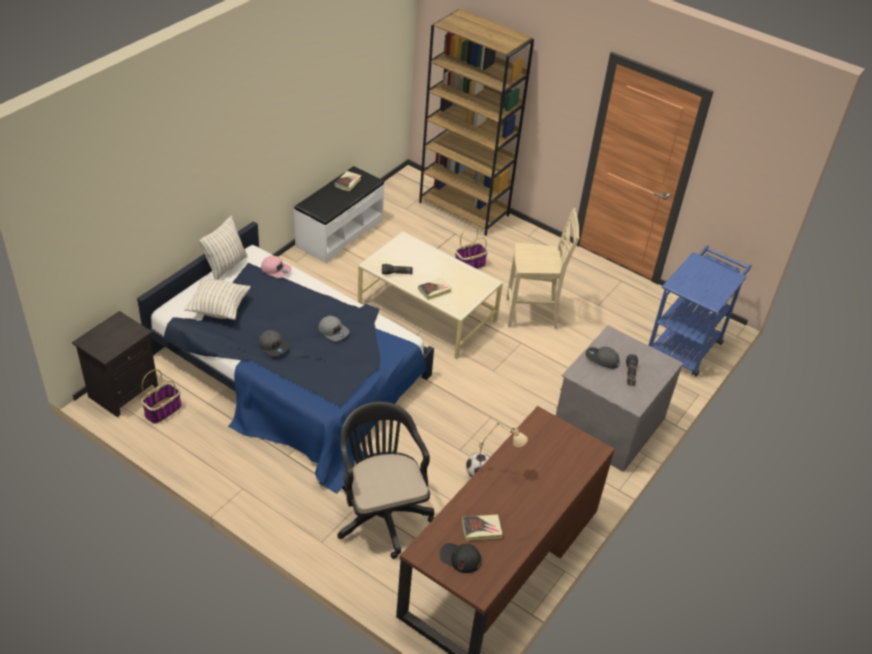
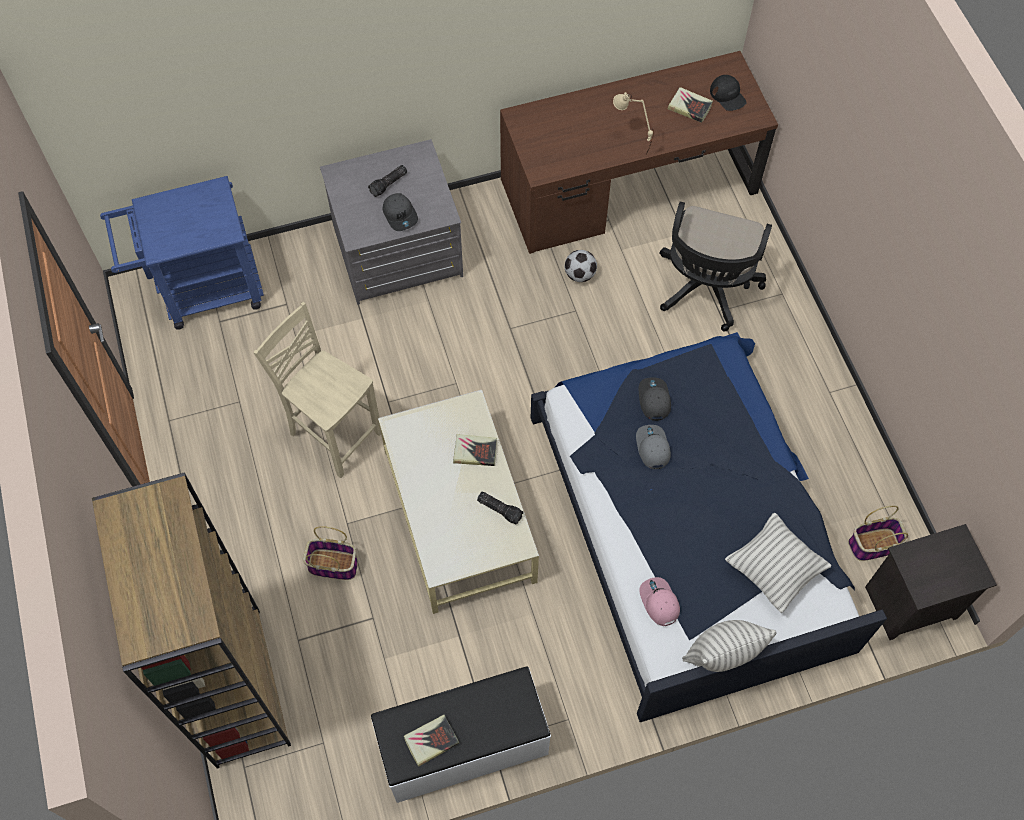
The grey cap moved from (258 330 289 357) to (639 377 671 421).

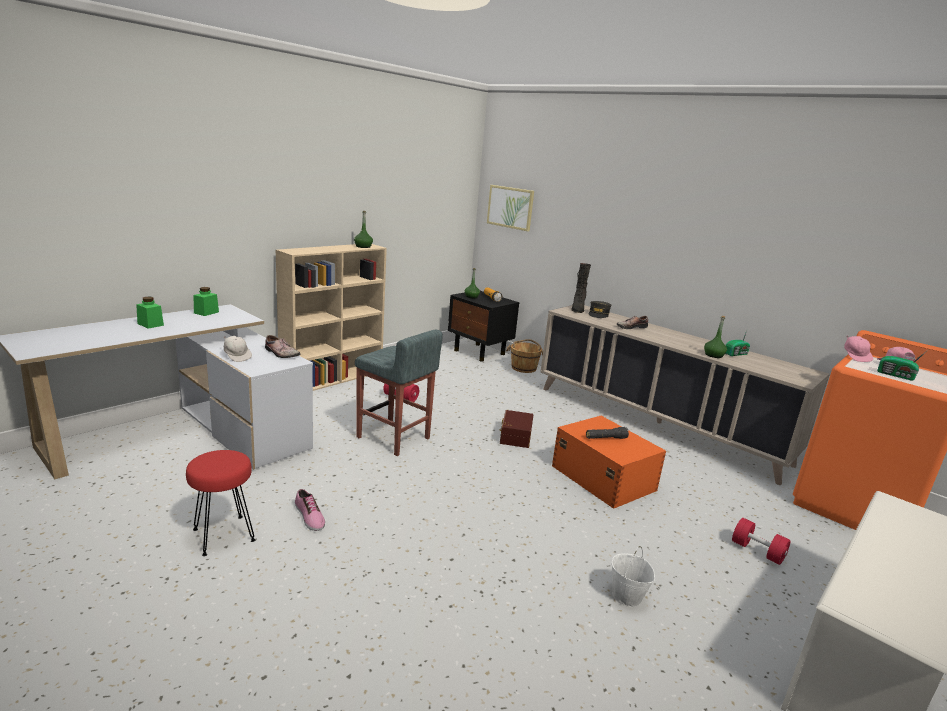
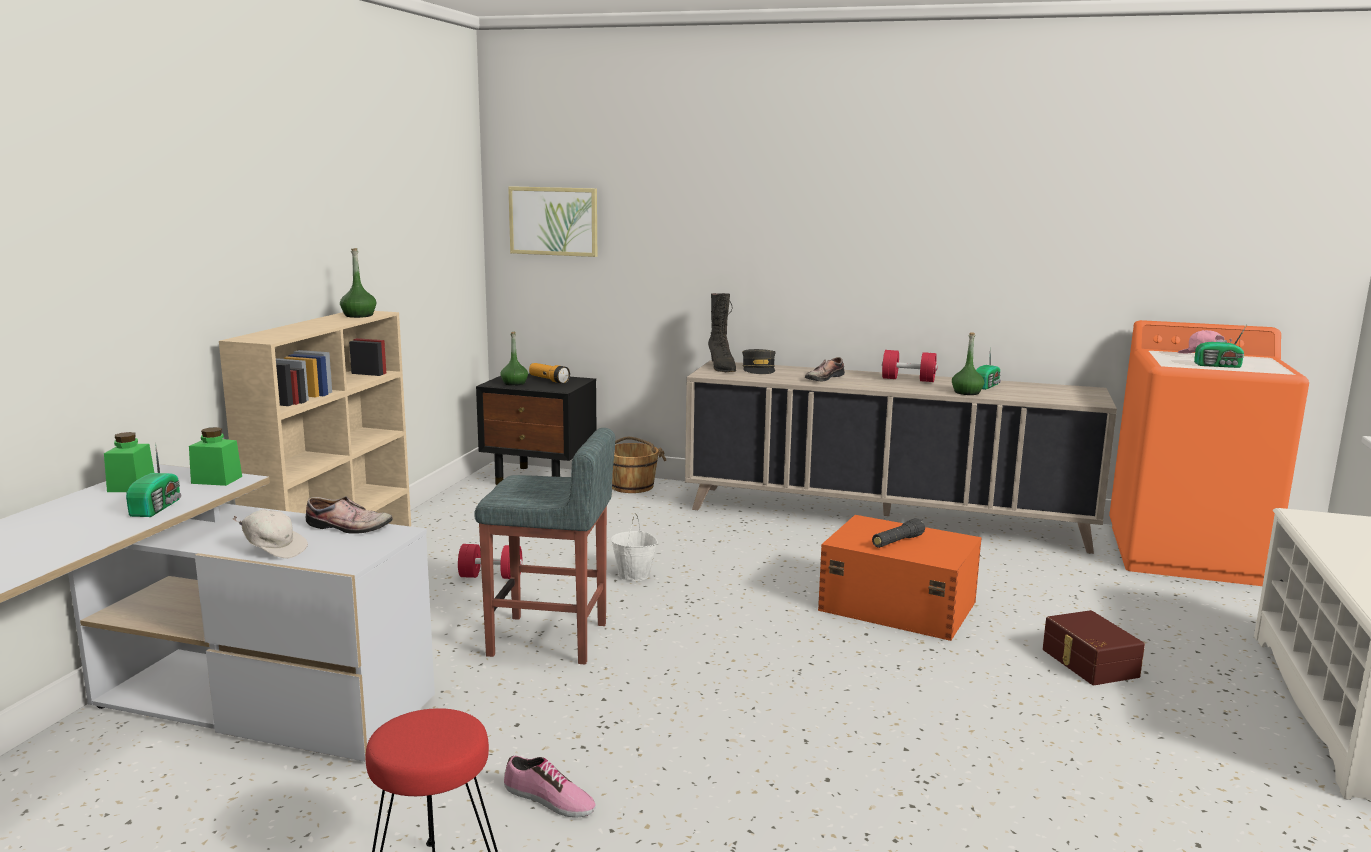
The pink cap at (844 335 873 362) disappeared. The radio at (126 443 181 517) appeared. The green jar moved from (136 297 164 329) to (189 427 242 486). The brown storage box moved from (500 410 533 448) to (1043 610 1145 685). The white bucket moved from (611 546 655 607) to (611 513 658 581). The red dumbbell moved from (732 518 791 565) to (882 350 937 382).

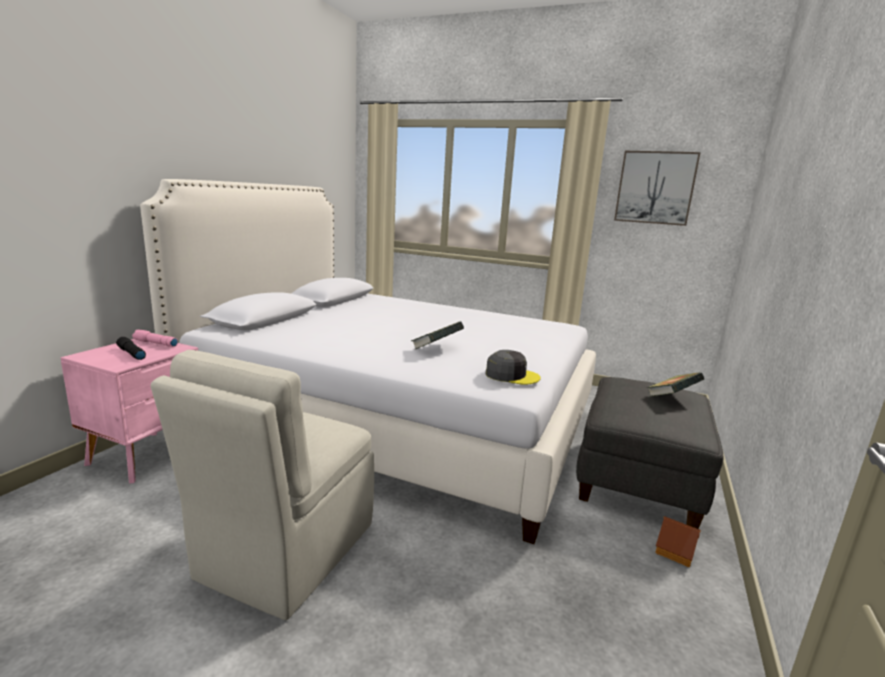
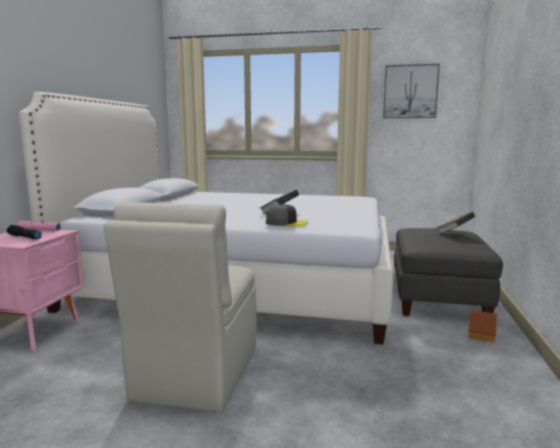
The grey cap moved from (486 350 541 385) to (266 204 308 226).

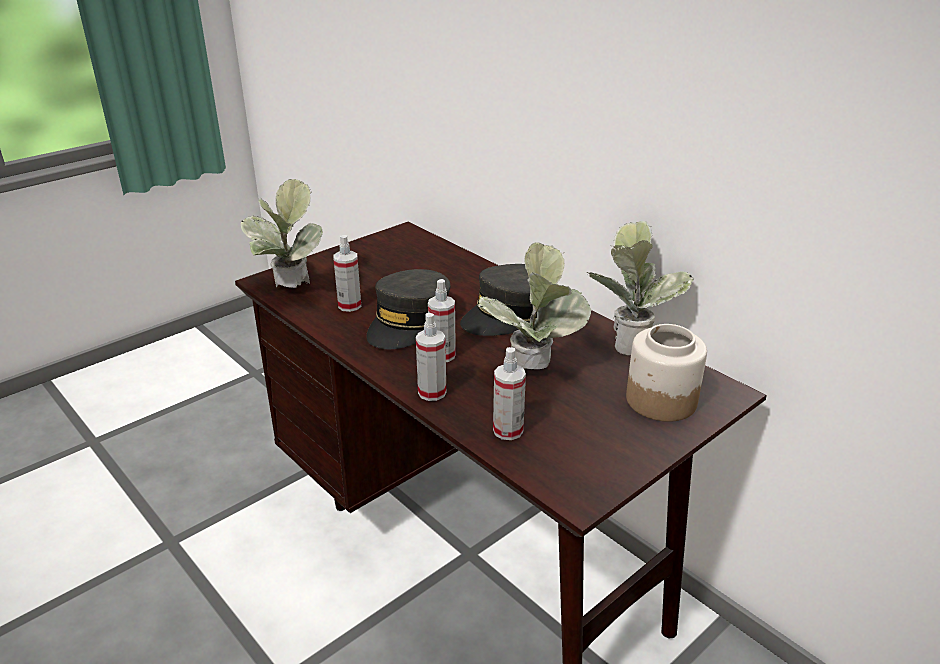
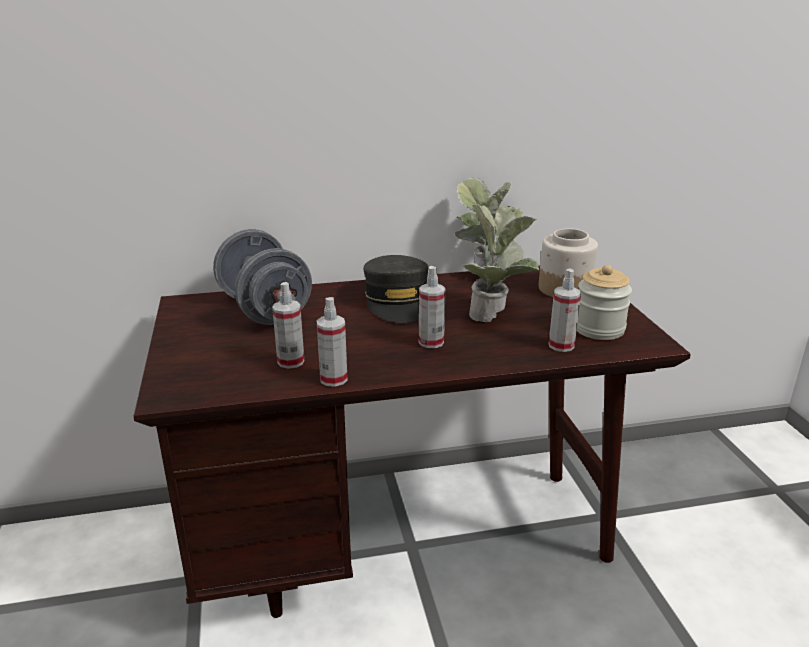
The potted plant at (241 179 323 288) disappeared. The grey cap at (367 269 451 349) disappeared. The grey dumbbell at (213 229 312 325) appeared. The jar at (577 265 632 340) appeared. The spray bottle moved from (416 313 446 401) to (317 297 348 387).

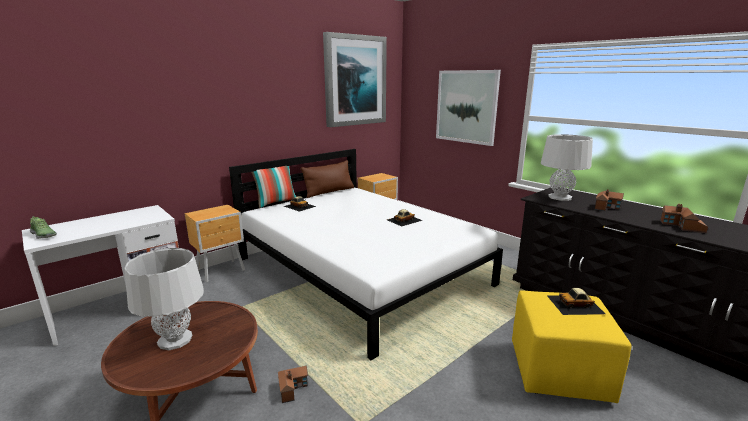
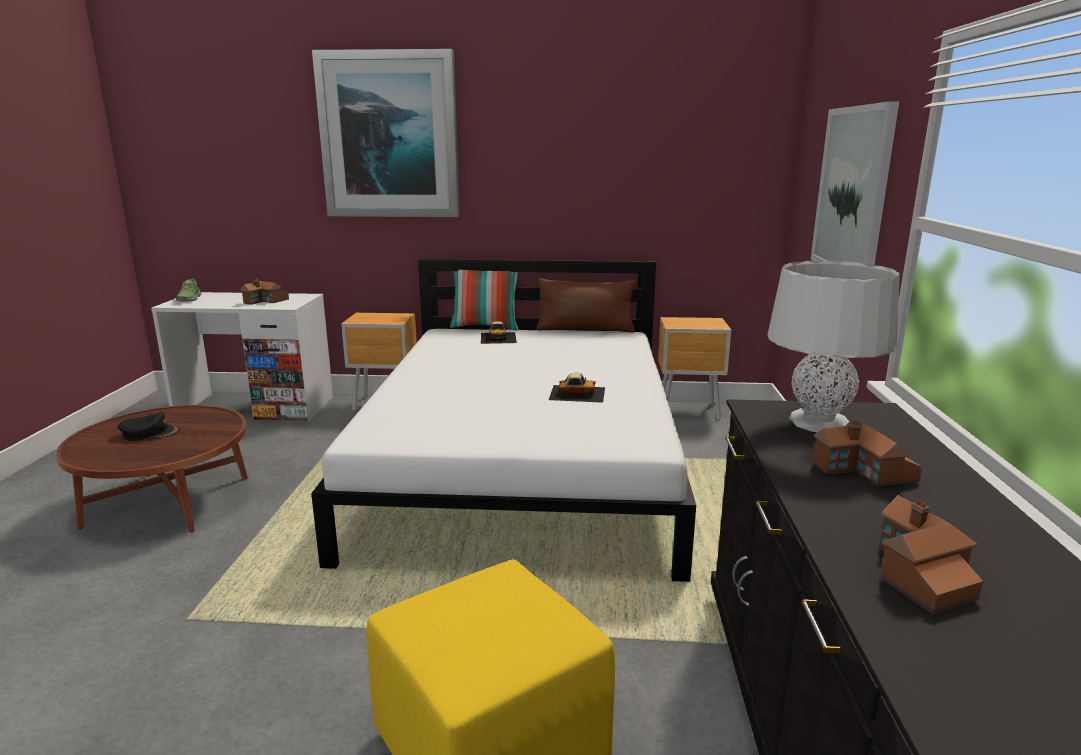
The toy car at (547 288 605 315) disappeared. The toy house moved from (278 366 308 403) to (241 278 289 305). The picture moved from (323 32 387 127) to (312 49 460 217). The grey table lamp at (124 248 204 350) was replaced by the black cap at (117 412 180 441).

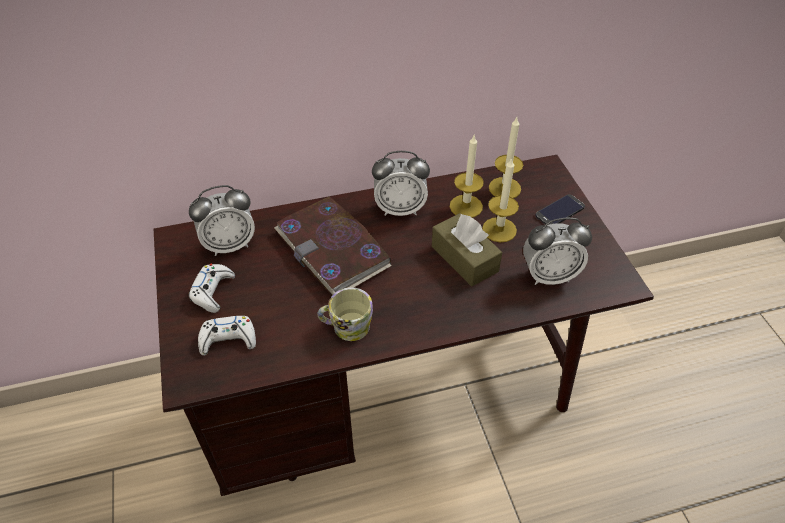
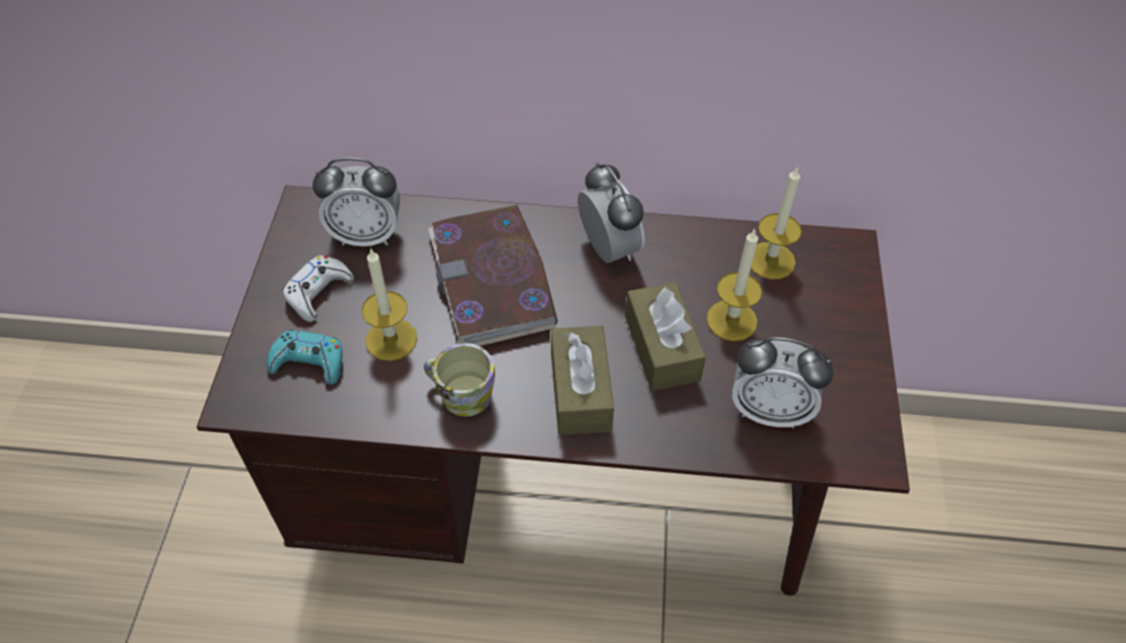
The phone at (536 194 585 225) disappeared. The brown tissue box at (551 326 614 435) appeared. The candle moved from (450 134 484 218) to (361 249 417 361). The white game controller at (198 315 256 356) became the turquoise game controller at (267 330 343 385). The alarm clock at (372 151 430 216) turned 135 degrees counterclockwise.

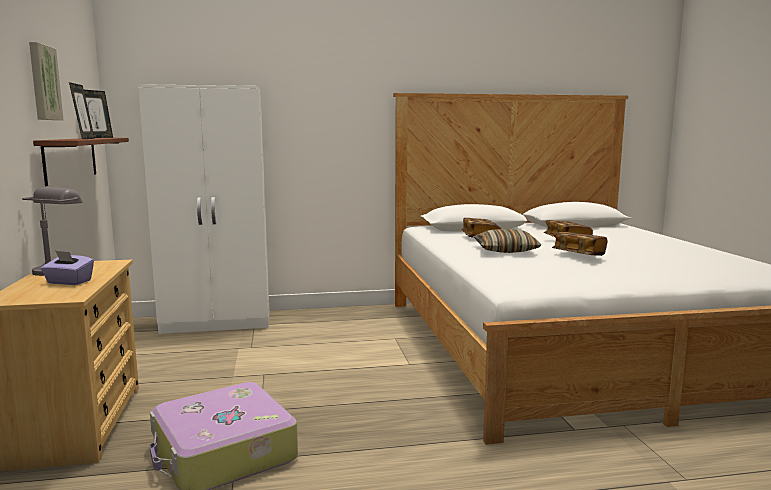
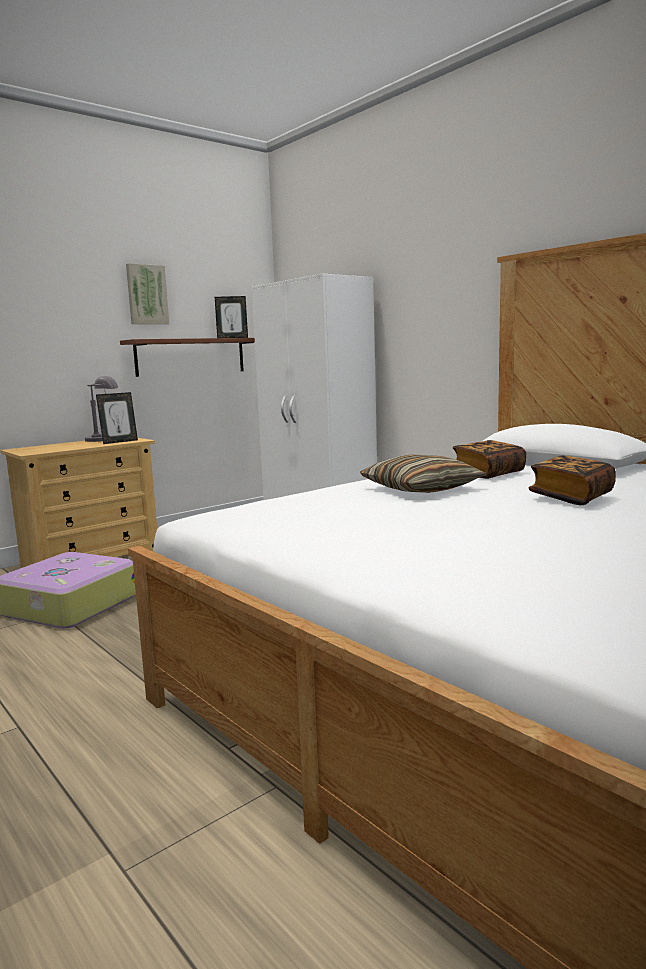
The purple tissue box at (41 251 94 285) disappeared. The book at (552 232 607 256) disappeared. The picture frame moved from (69 82 95 139) to (96 392 138 444).

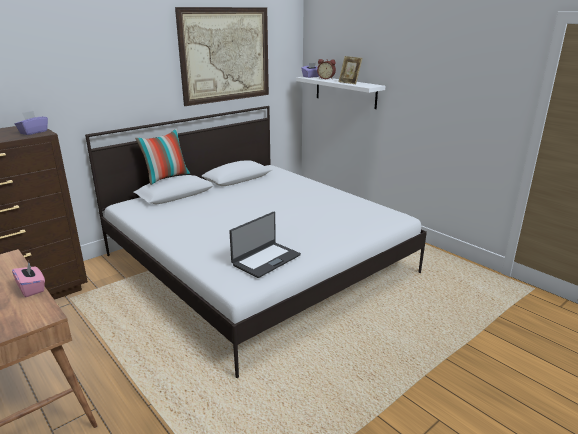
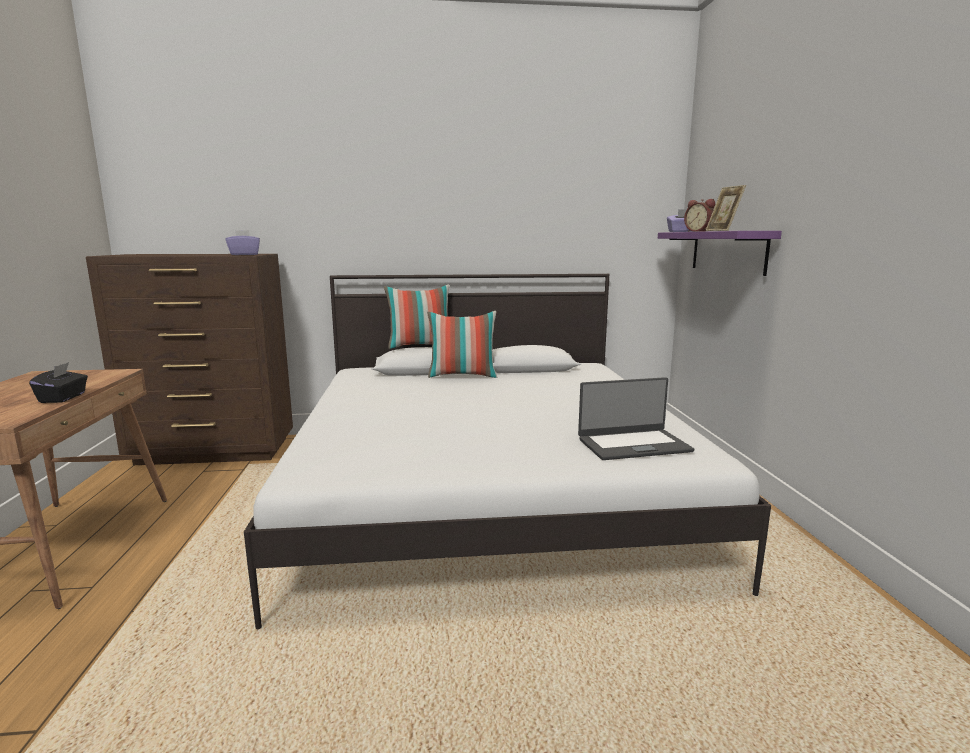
The picture at (175 7 269 106) disappeared. The pillow at (427 311 497 378) appeared. The laptop moved from (229 212 301 278) to (578 377 694 460). The pink tissue box at (12 261 45 297) became the black tissue box at (29 362 88 403). The white shelf at (296 77 385 109) became the purple shelf at (658 231 782 276).

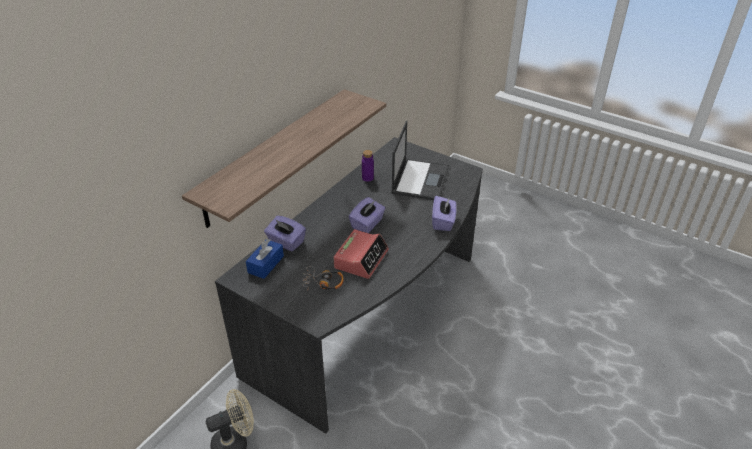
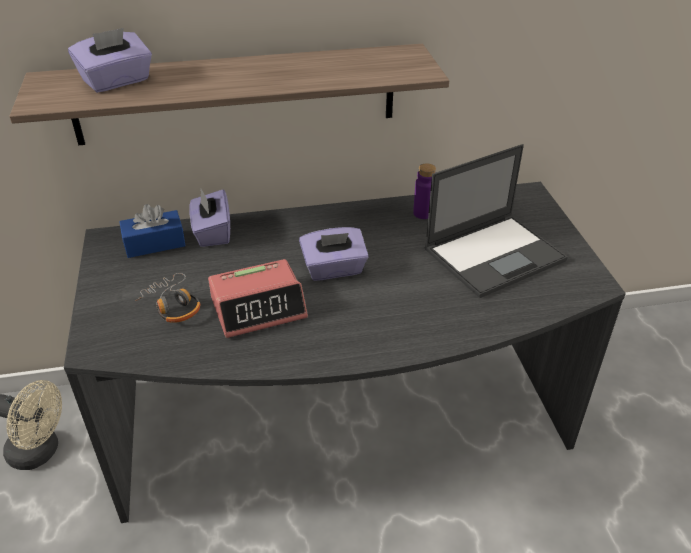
The purple tissue box moved from (432 196 457 231) to (68 28 152 93).

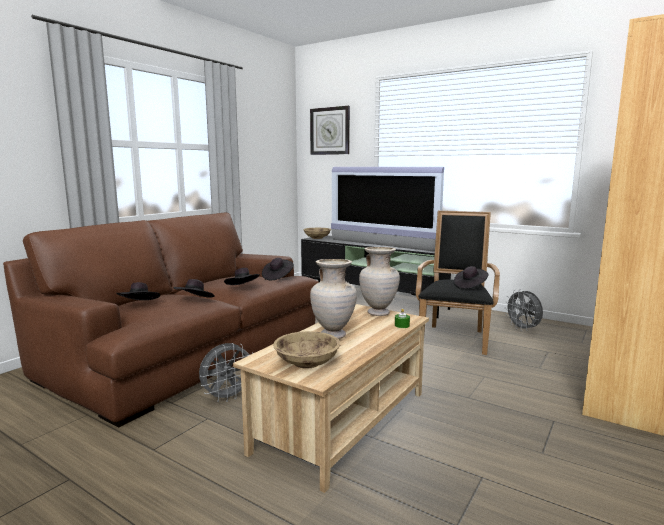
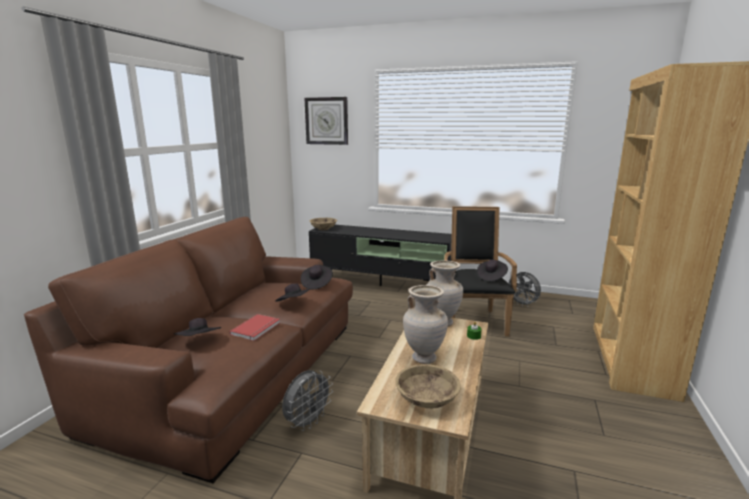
The television at (331 167 444 252) disappeared. The black hat at (174 279 215 298) was replaced by the red book at (229 314 280 341).

